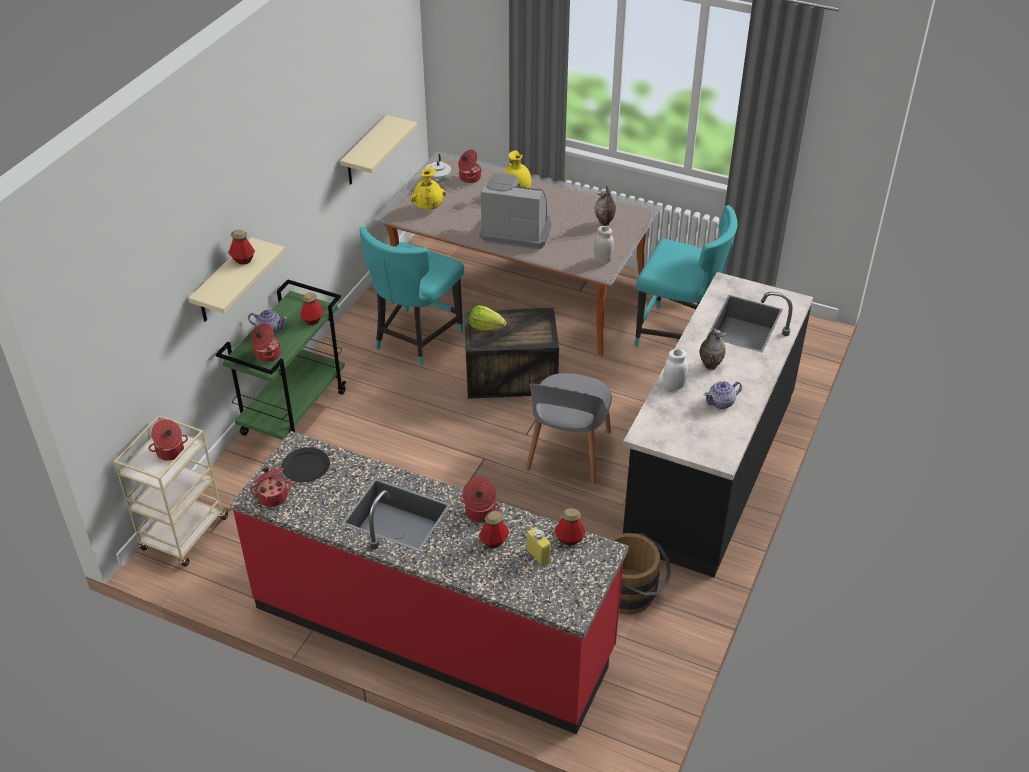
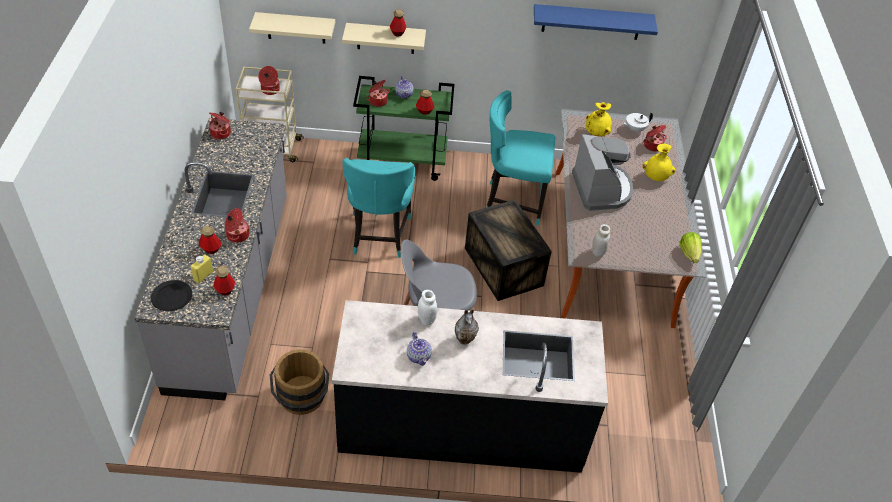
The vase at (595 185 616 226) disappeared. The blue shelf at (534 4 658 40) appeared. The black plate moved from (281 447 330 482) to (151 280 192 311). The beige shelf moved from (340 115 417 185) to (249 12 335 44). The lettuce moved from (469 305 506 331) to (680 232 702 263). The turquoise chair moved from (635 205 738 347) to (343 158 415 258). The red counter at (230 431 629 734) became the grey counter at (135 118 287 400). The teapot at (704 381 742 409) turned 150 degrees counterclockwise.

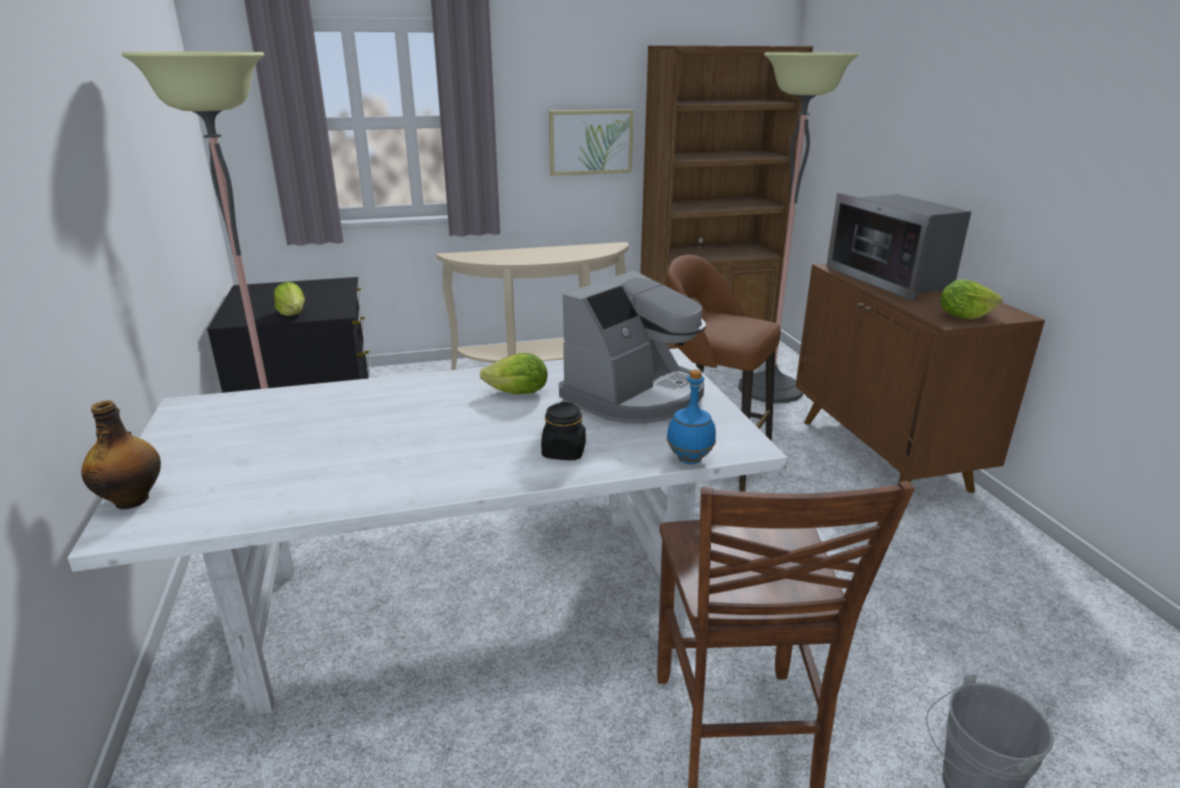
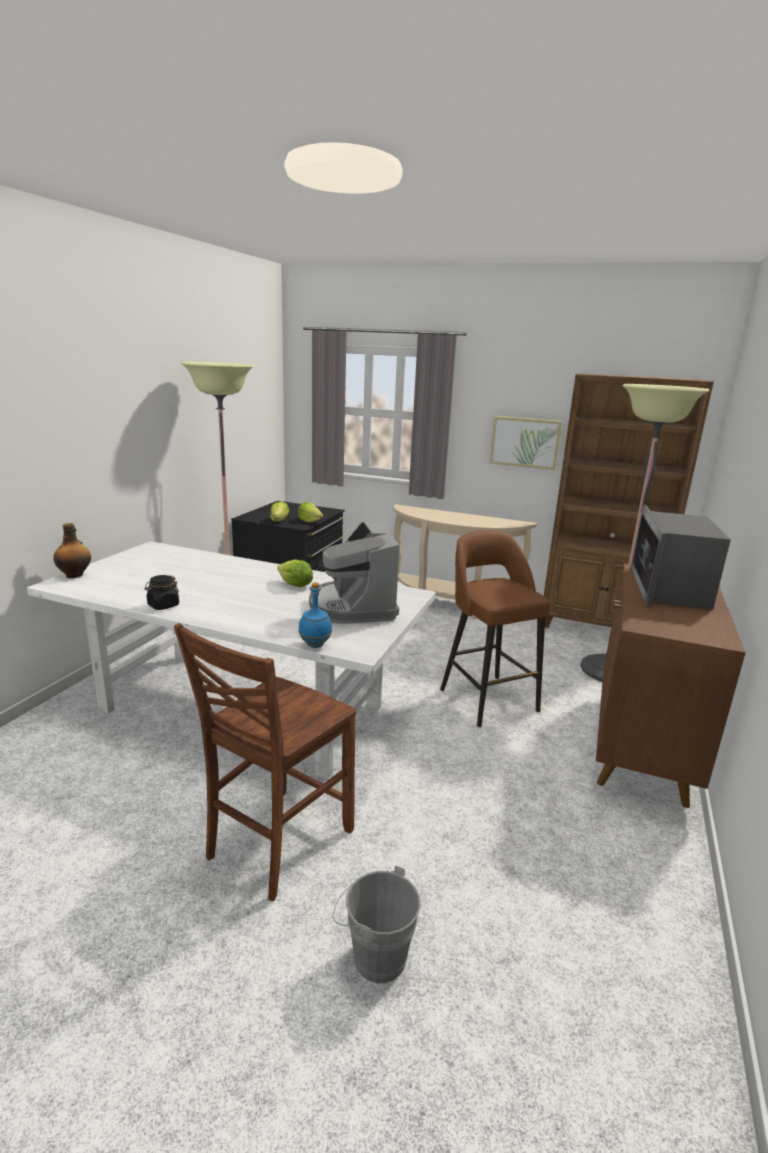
The black jar moved from (541 402 586 460) to (144 575 179 610). The lettuce moved from (940 279 1002 319) to (298 502 323 523). The coffee machine at (559 270 706 424) turned 90 degrees clockwise.

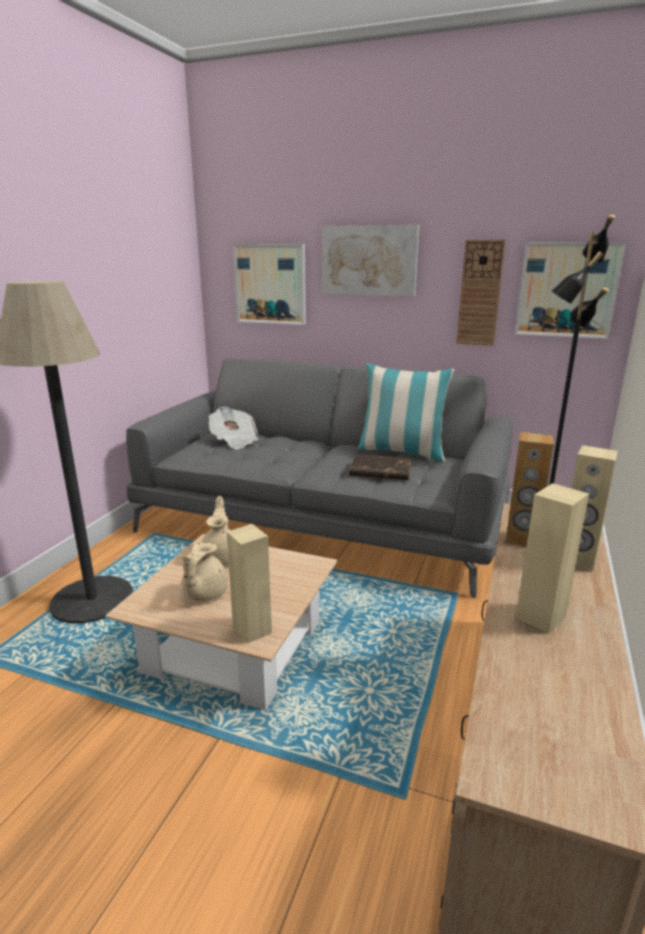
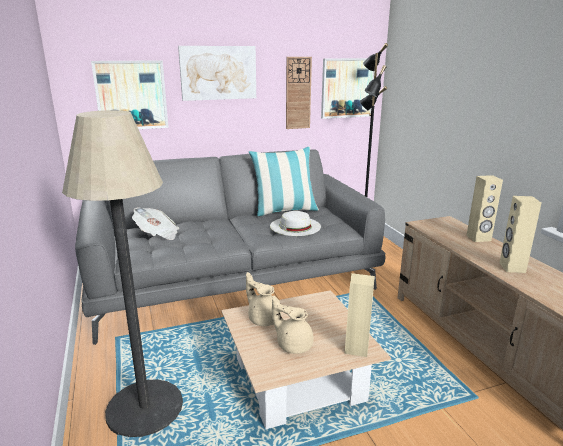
The brown speaker at (505 432 554 547) disappeared. The brown book at (349 454 412 480) was replaced by the white hat at (270 211 321 236). The beige teapot at (182 542 228 600) turned 150 degrees clockwise.

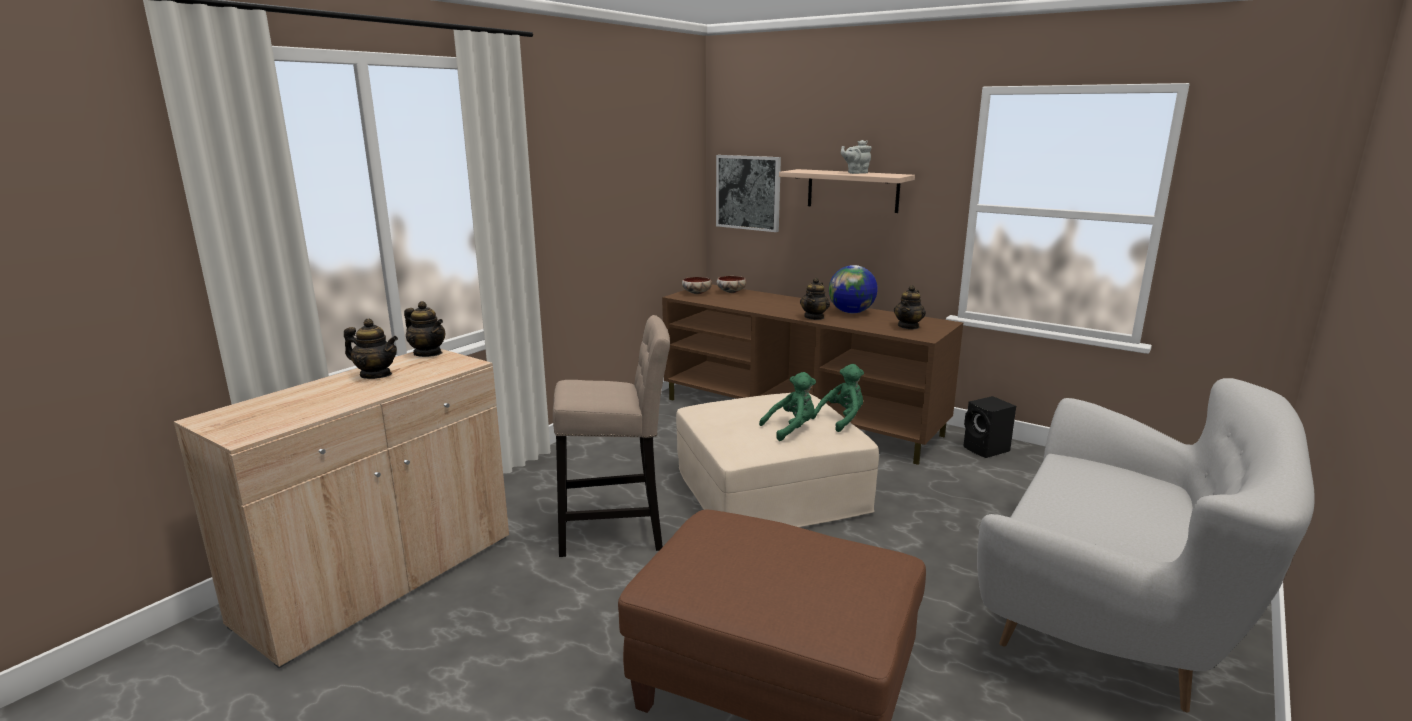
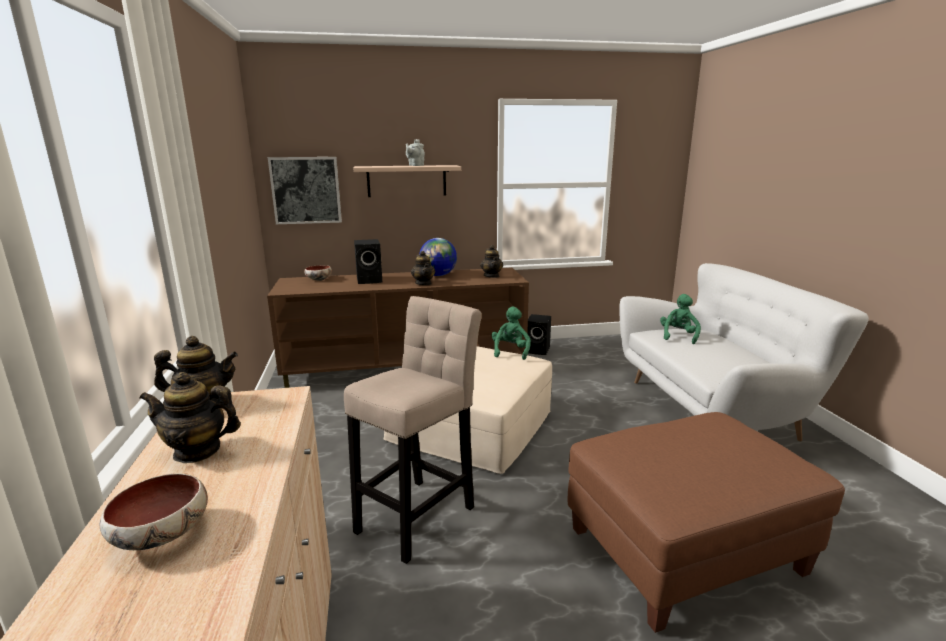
The black speaker at (354 239 382 284) appeared. The bowl moved from (682 277 712 294) to (100 473 208 550). The green plush toy moved from (759 372 816 441) to (660 294 701 344). The teapot at (344 319 398 379) turned 150 degrees counterclockwise.

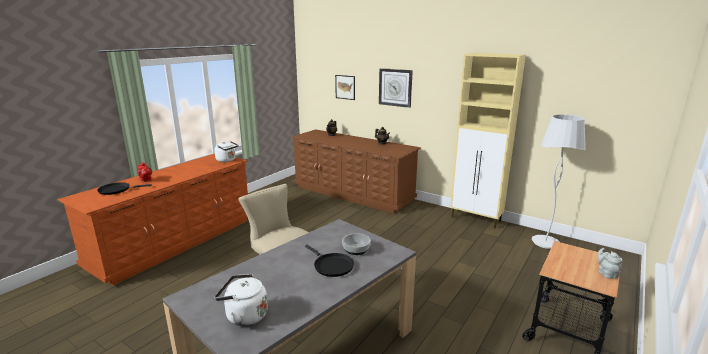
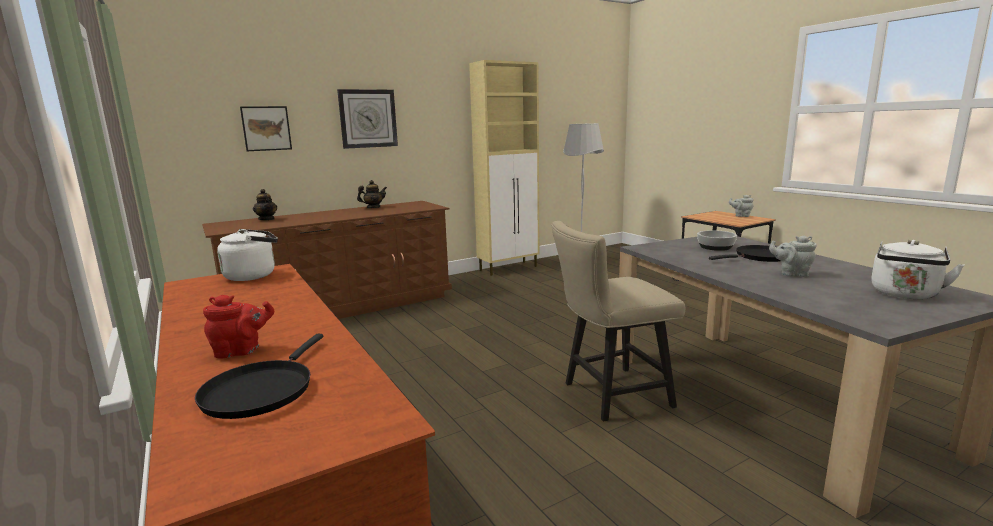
The grey teapot at (769 235 817 277) appeared.

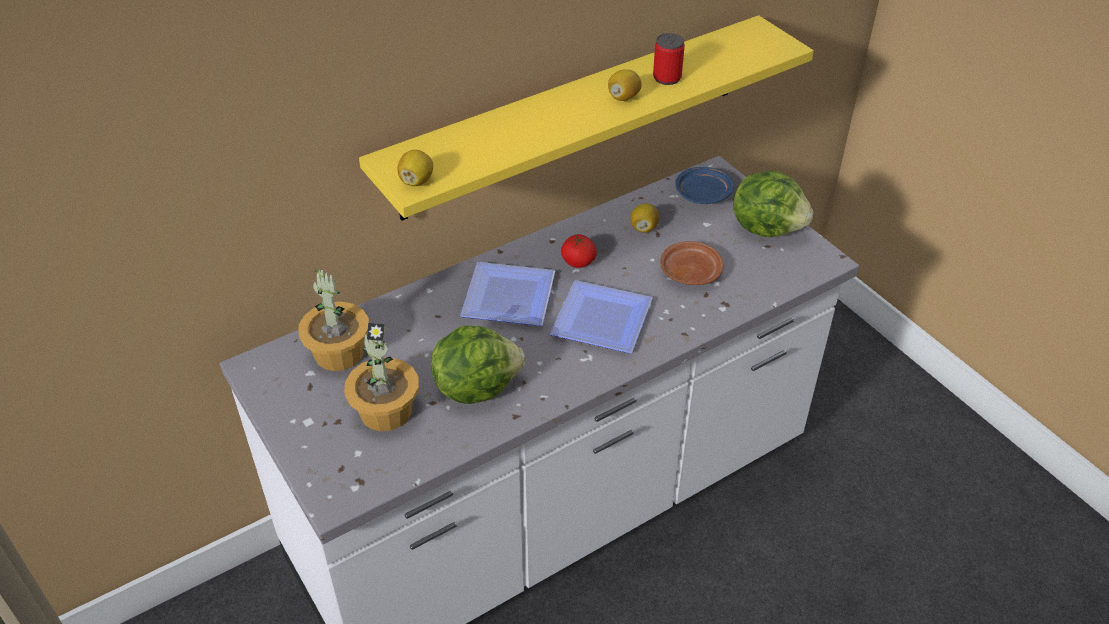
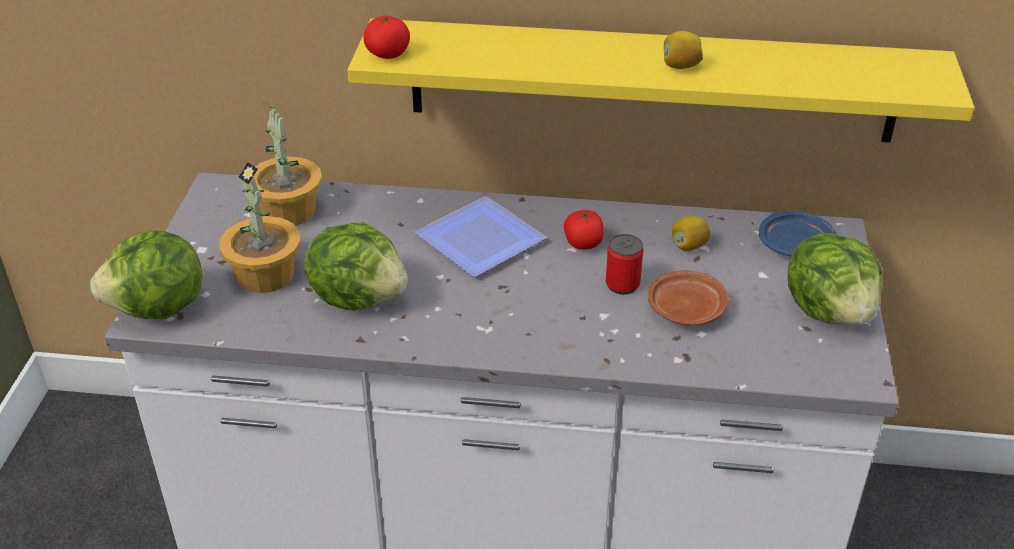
The plate at (550 280 652 354) disappeared. The lettuce at (90 231 202 319) appeared. The can moved from (653 33 685 85) to (606 234 643 295). The lemon at (397 150 433 186) was replaced by the tomato at (363 15 410 59).

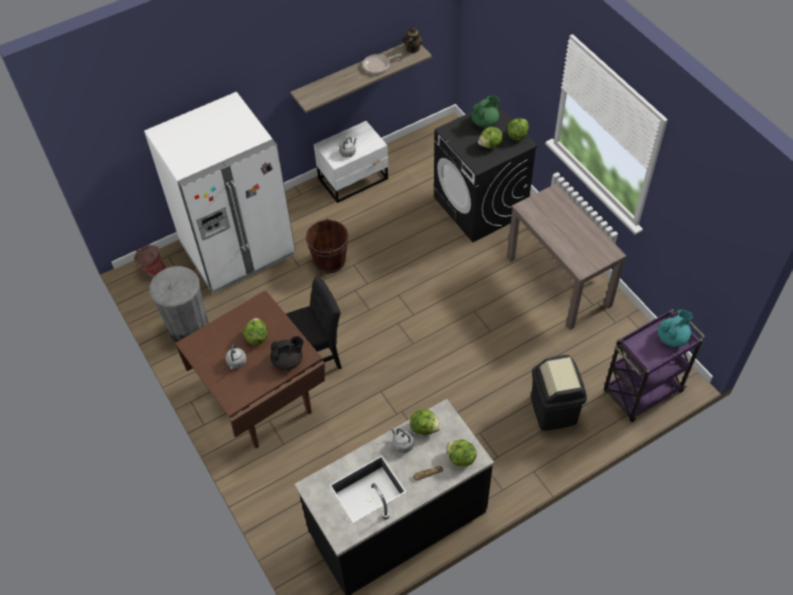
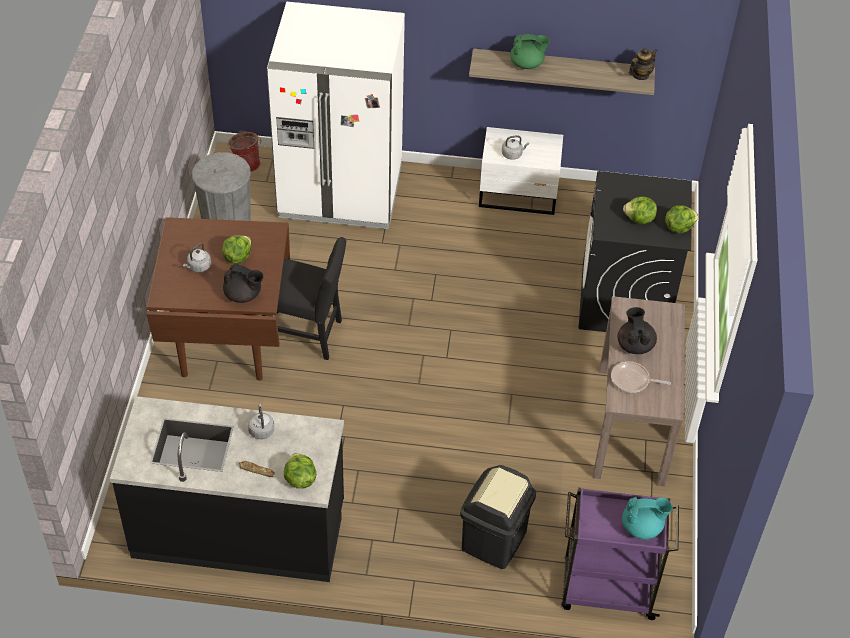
The brown bucket at (306 219 348 273) disappeared. The lettuce at (410 409 441 435) disappeared. The black teapot at (618 307 657 354) appeared. The frying pan moved from (363 53 402 74) to (611 361 671 393). The green teapot moved from (471 95 499 127) to (510 34 550 69).

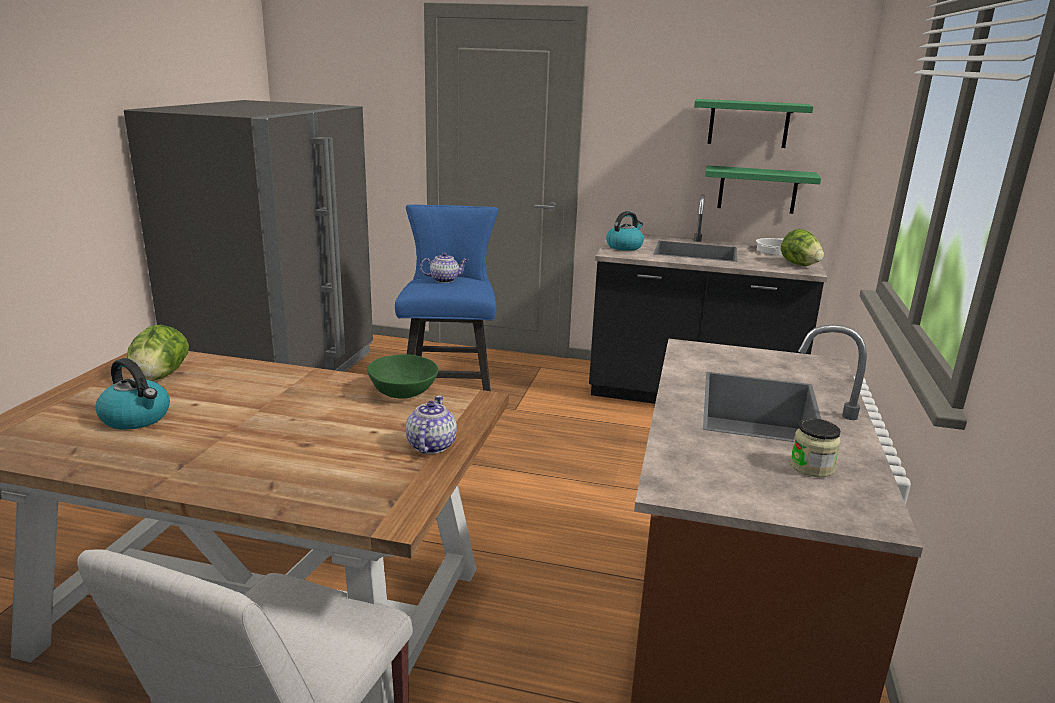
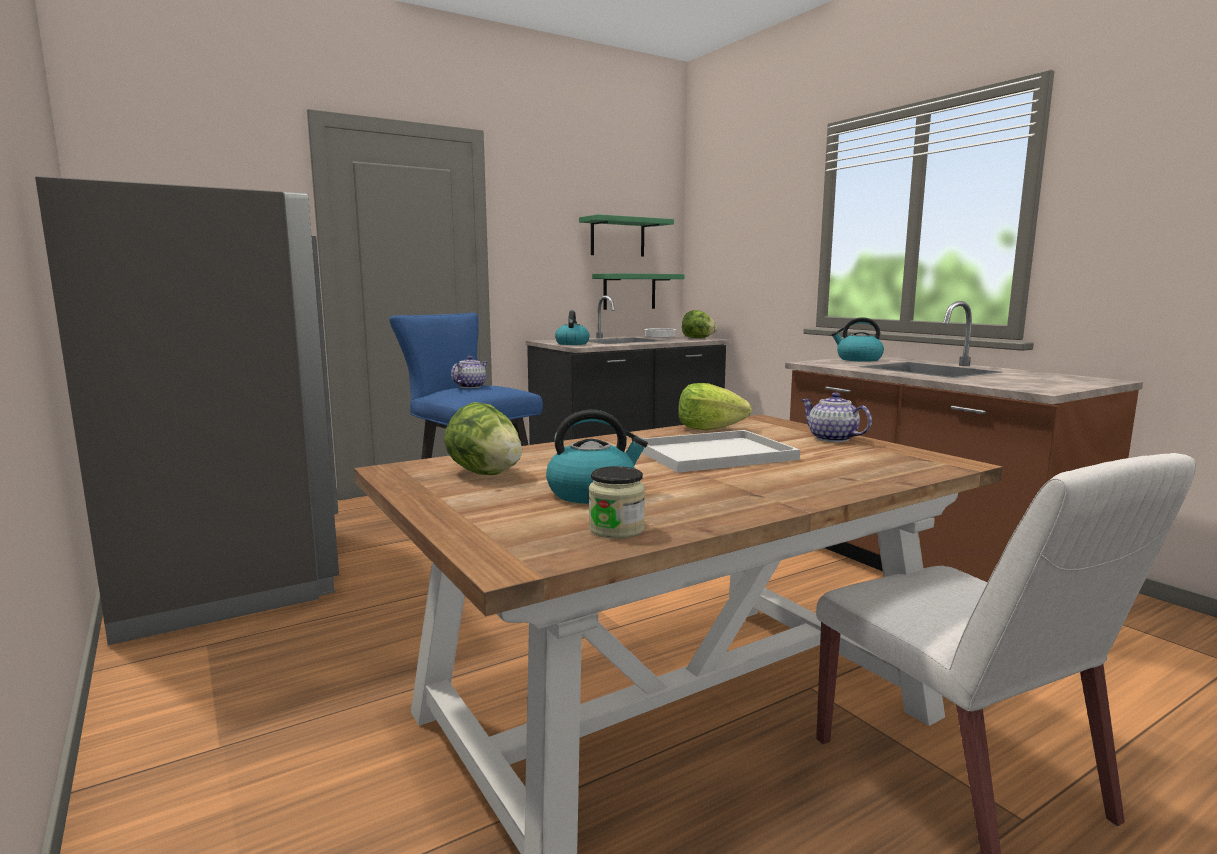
The white tray at (642 430 800 473) appeared. The kettle at (831 317 884 362) appeared. The jar moved from (790 418 841 477) to (589 466 645 539). The green bowl at (368 354 439 399) was replaced by the lettuce at (678 383 752 430).

